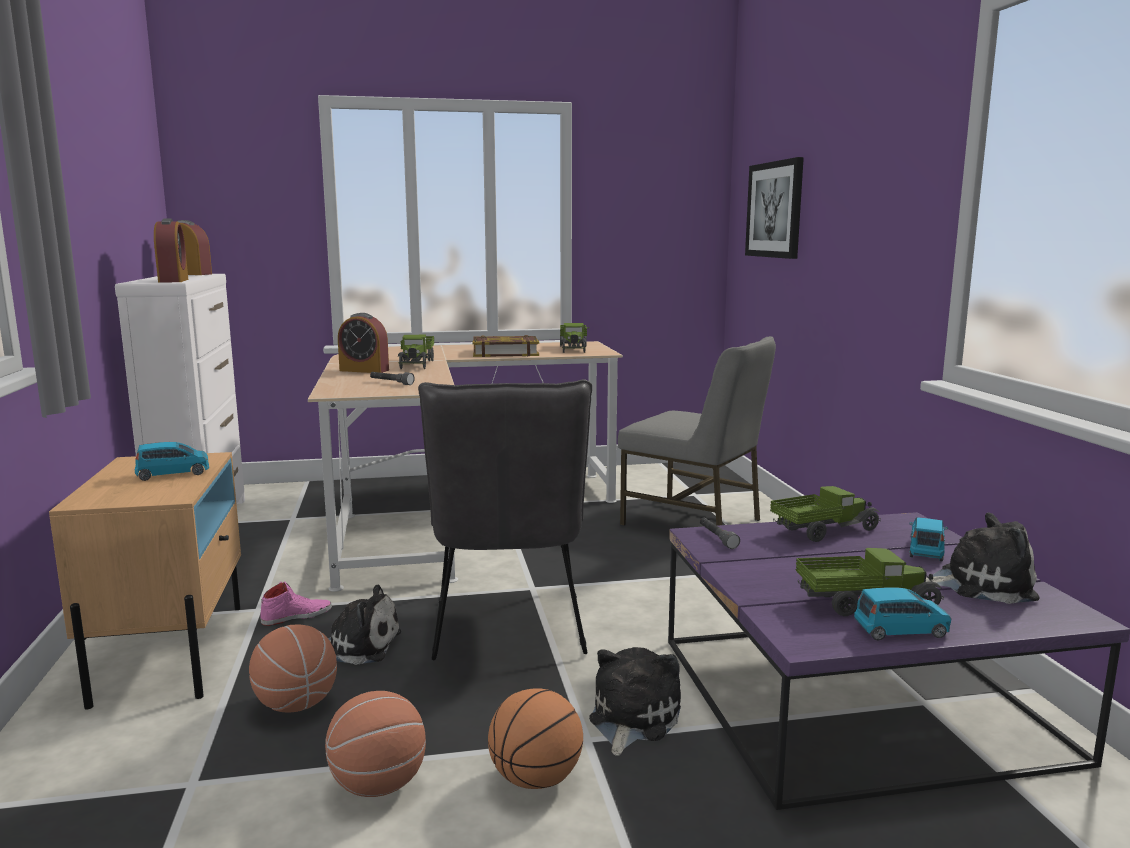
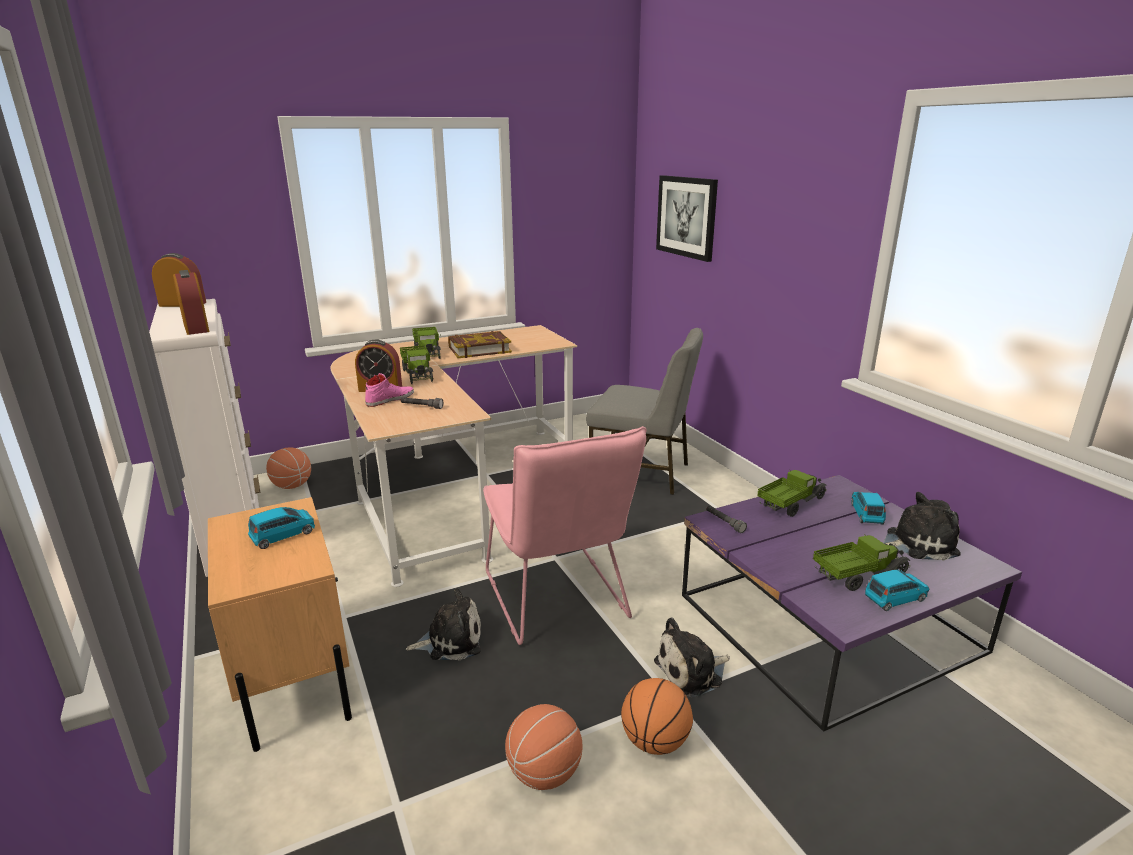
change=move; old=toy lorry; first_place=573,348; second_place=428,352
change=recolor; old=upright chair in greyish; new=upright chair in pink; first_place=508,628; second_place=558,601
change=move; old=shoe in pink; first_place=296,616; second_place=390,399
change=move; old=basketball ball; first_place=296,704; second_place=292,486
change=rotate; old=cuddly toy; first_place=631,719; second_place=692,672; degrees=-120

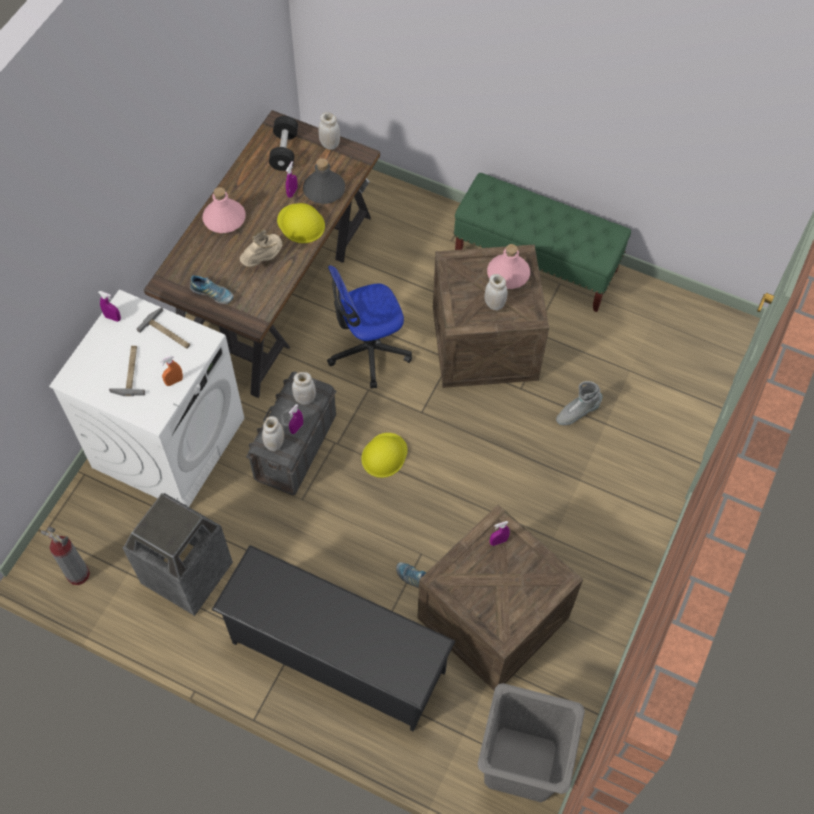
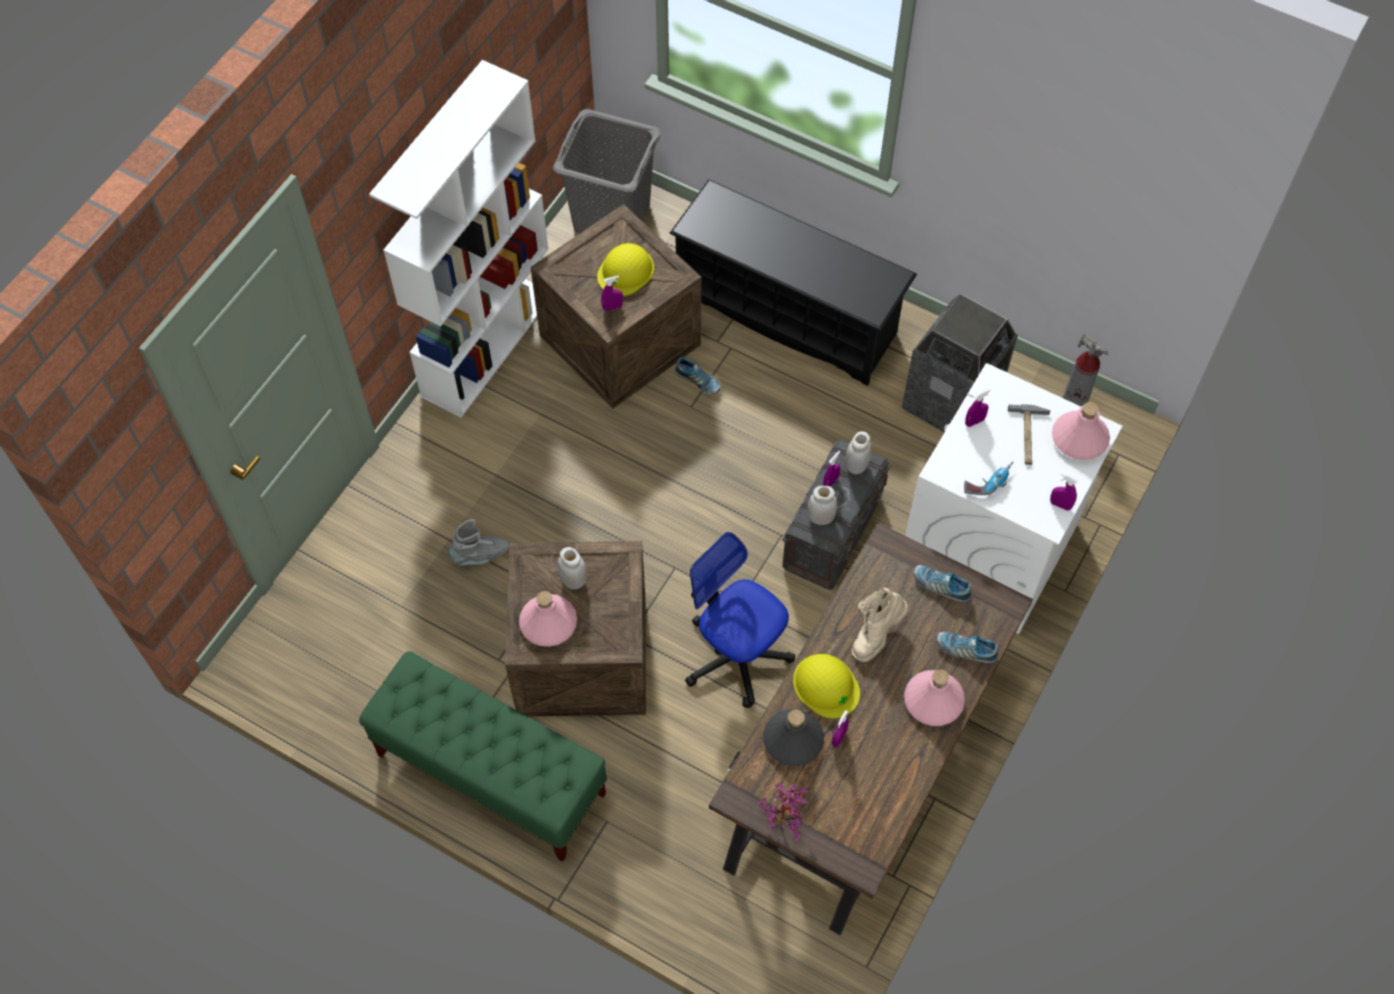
change=replace; old=jar in whitish; new=potted plant; first_place=330,144; second_place=783,820
change=delete; old=free weight in black-coloured; first_place=284,151
change=rotate; old=computer chair; first_place=368,351; second_place=737,655; degrees=-120
change=replace; old=tool hammer; new=power drill; first_place=168,333; second_place=988,481
change=recolor; old=hand sprayer in orange; new=hand sprayer in purple; first_place=174,381; second_place=974,421
change=move; old=hard hat in yellow-coloured; first_place=384,455; second_place=626,271
change=insert; new=shelving unit in whitish; second_place=488,344
change=insert; new=beverage bottle in pink; second_place=1079,438
change=insert; new=shoe; second_place=965,649

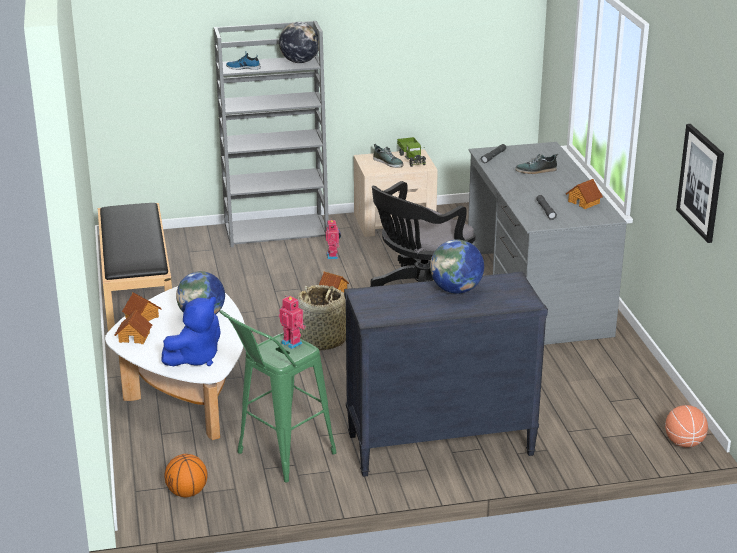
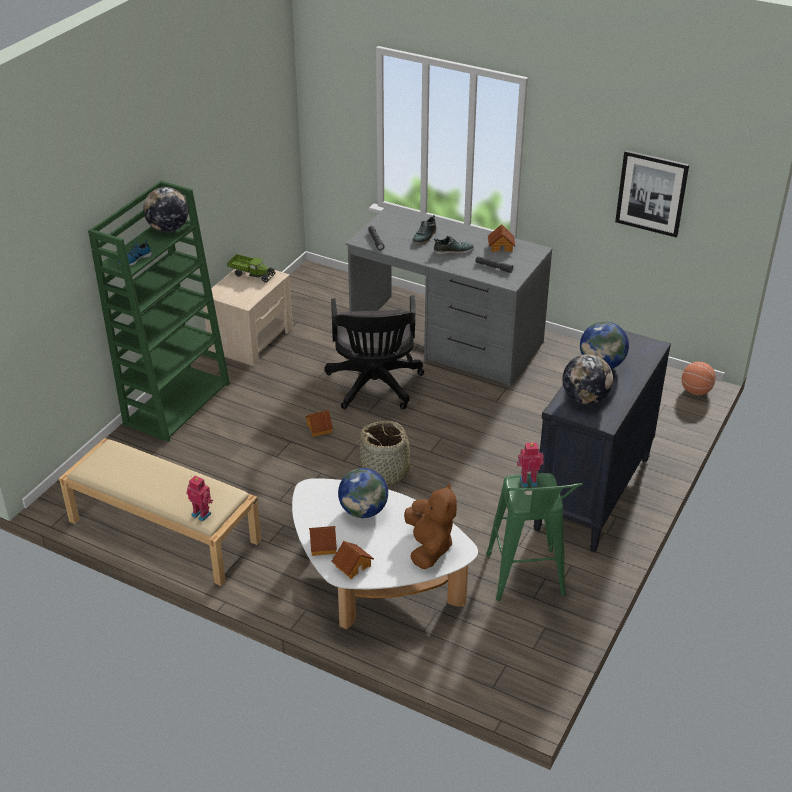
change=recolor; old=shelving unit in greyish; new=shelving unit in green; first_place=277,230; second_place=177,403
change=move; old=shoe; first_place=388,162; second_place=453,250
change=recolor; old=indoor bench in black-coloured; new=indoor bench in sand-coloured; first_place=136,287; second_place=162,531
change=move; old=model robot; first_place=333,256; second_place=202,514
change=recolor; old=cuddly toy in blue; new=cuddly toy in brown-coloured; first_place=195,358; second_place=429,547
change=delete; old=basketball ball; first_place=187,492
change=insert; new=globe; second_place=585,398

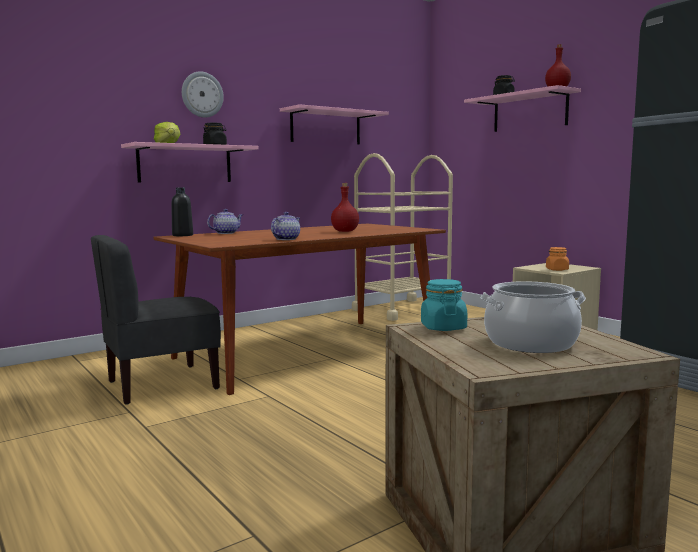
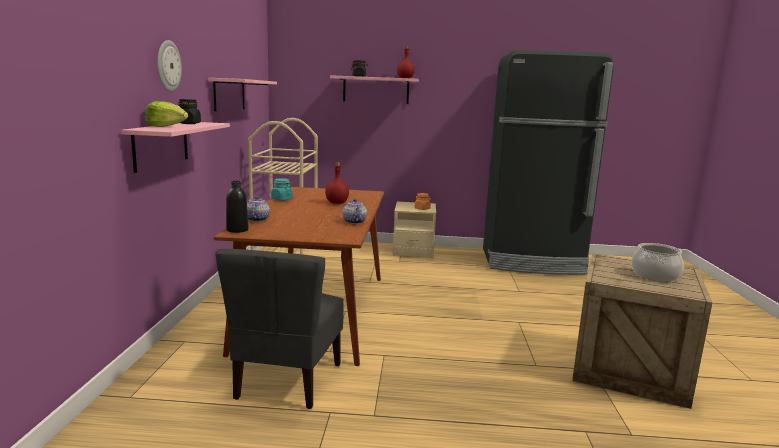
change=move; old=jar in turquoise-coloured; first_place=443,327; second_place=281,199

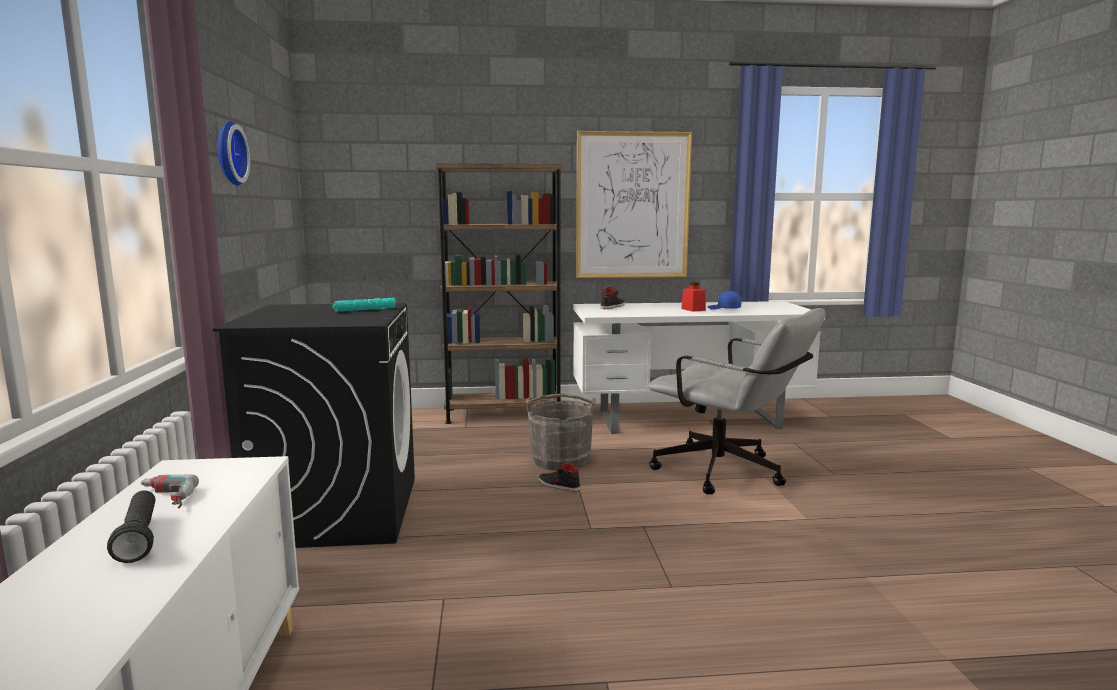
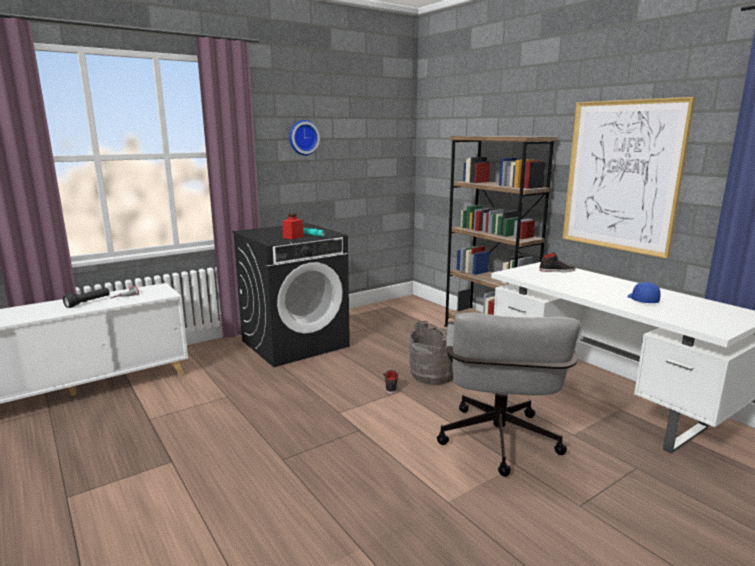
change=move; old=jar in red; first_place=693,309; second_place=293,237

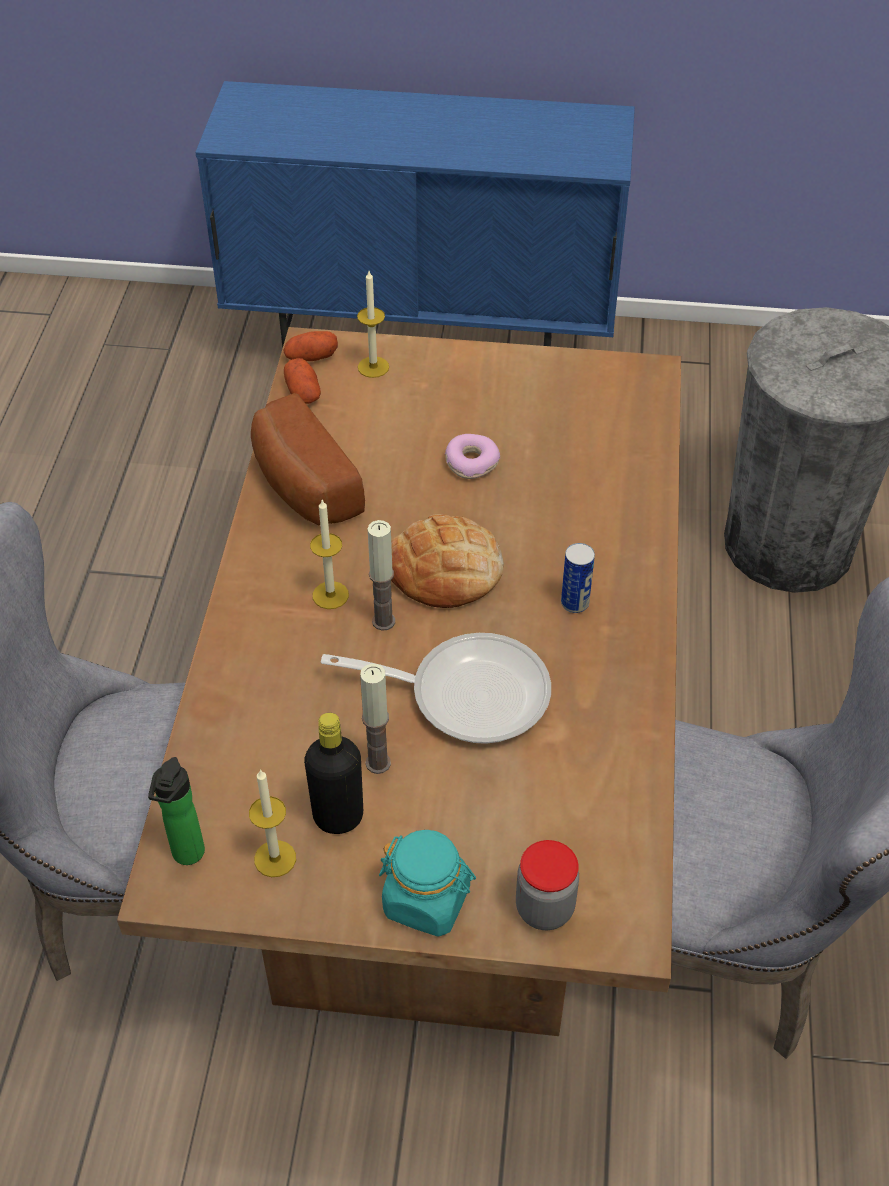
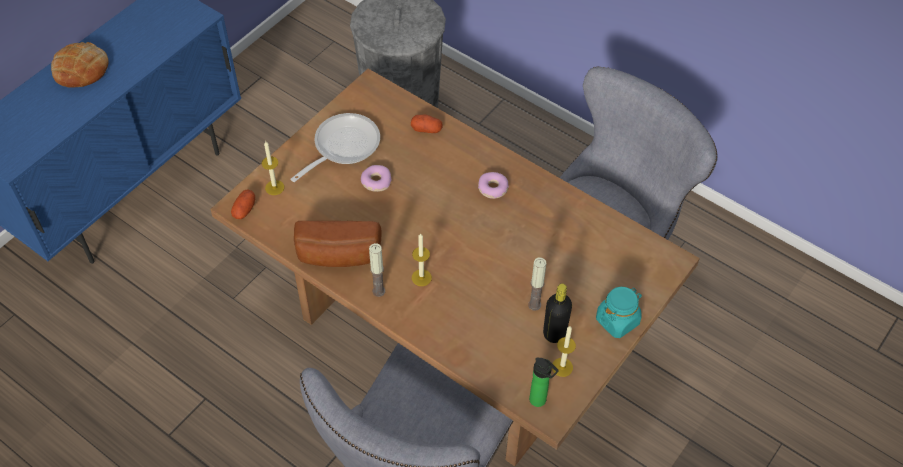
change=move; old=spud; first_place=303,392; second_place=426,129
change=move; old=bread; first_place=445,569; second_place=81,69
change=move; old=candle; first_place=383,621; second_place=379,291
change=replace; old=can; new=donut; first_place=575,603; second_place=493,189
change=move; old=pan; first_place=467,693; second_place=342,147
change=delete; old=jar; first_place=544,908

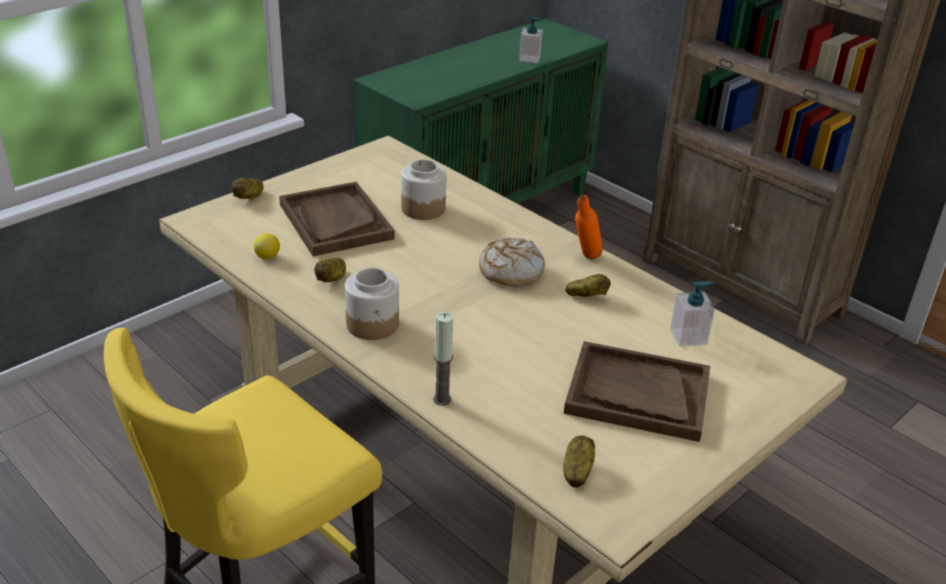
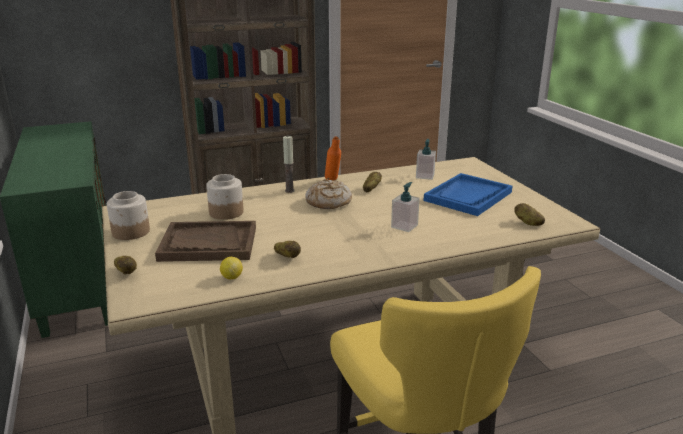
change=move; old=liquid soap bottle; first_place=530,59; second_place=404,226
change=move; old=jar; first_place=373,325; second_place=131,232
change=move; old=candle; first_place=442,399; second_place=289,190
change=recolor; old=serving tray in brown-coloured; new=serving tray in blue; first_place=637,394; second_place=468,196

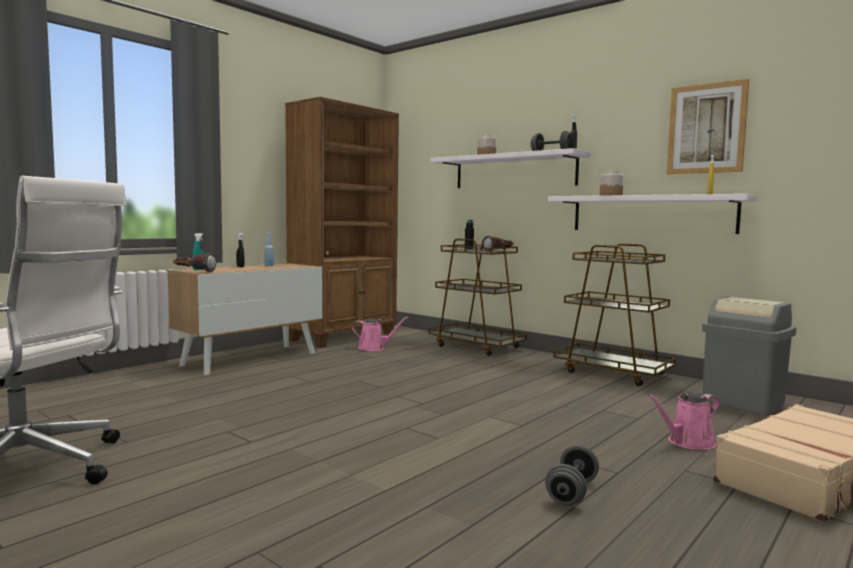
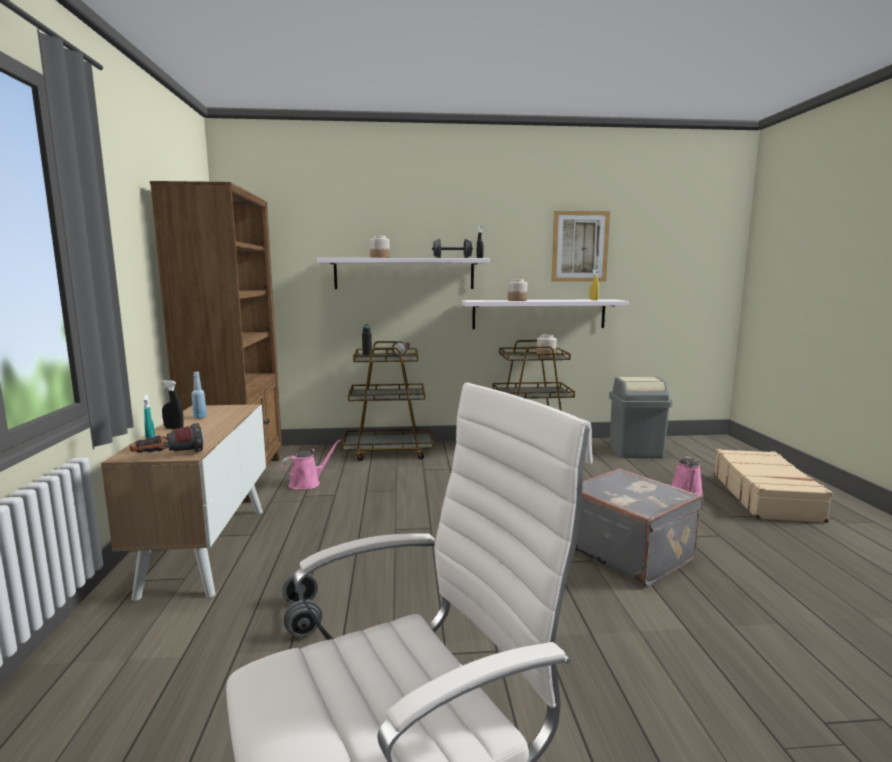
change=move; old=free weight in greyish; first_place=572,492; second_place=302,618
change=insert; new=jar; second_place=546,356
change=insert; new=travel case in greyish; second_place=630,552

